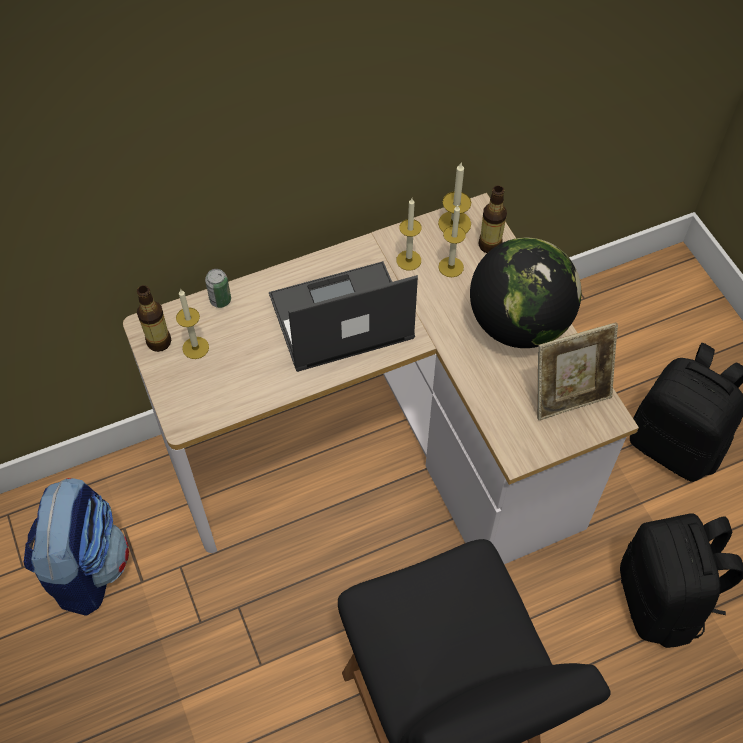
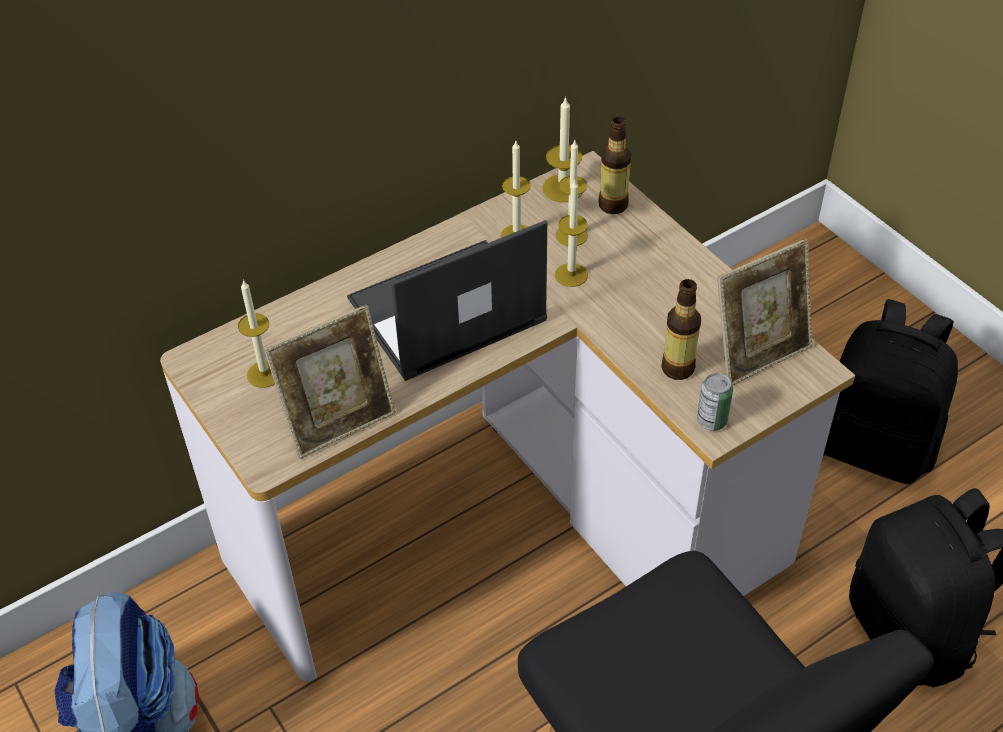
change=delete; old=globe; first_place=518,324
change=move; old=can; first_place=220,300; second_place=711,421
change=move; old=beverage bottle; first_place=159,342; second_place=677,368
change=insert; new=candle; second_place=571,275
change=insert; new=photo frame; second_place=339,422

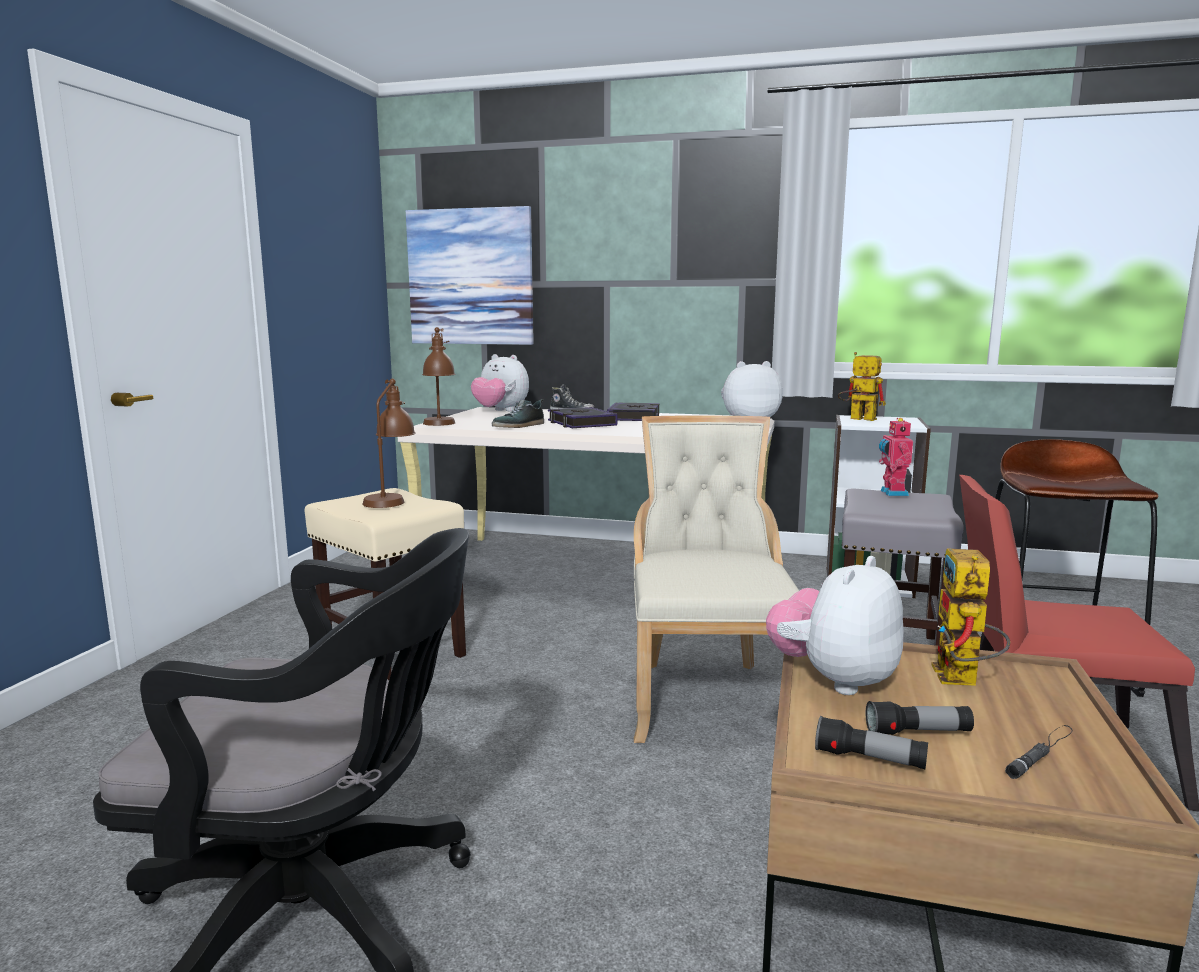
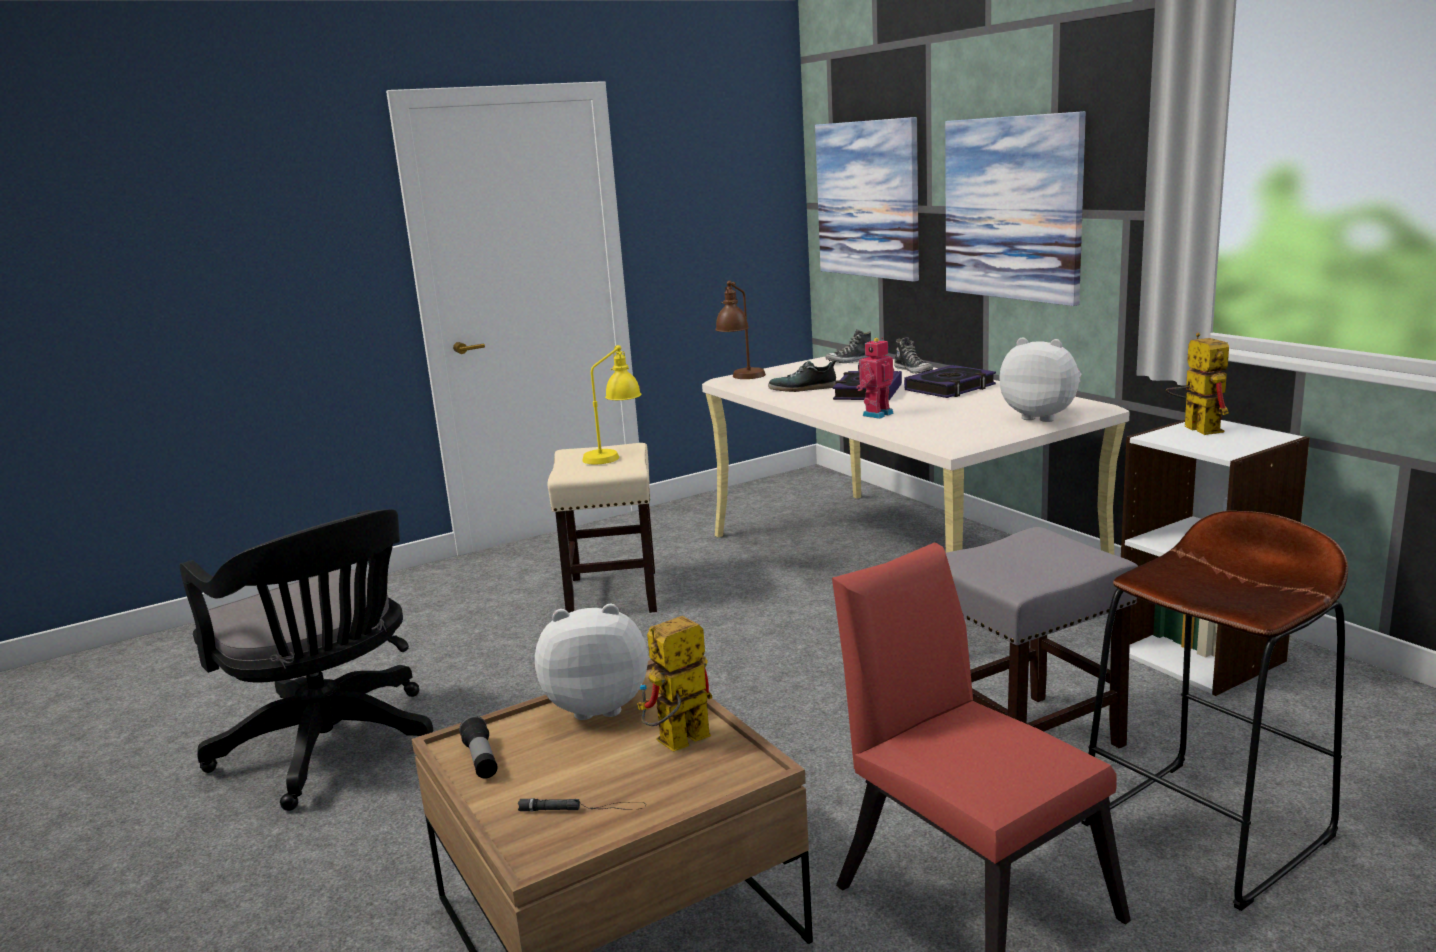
change=replace; old=cuddly toy; new=shoe; first_place=500,411; second_place=850,361
change=recolor; old=tabletop lamp in brown-coloured; new=tabletop lamp in yellow-coloured; first_place=391,498; second_place=614,455
change=delete; old=upright chair in sand-coloured; first_place=707,697
change=move; old=model robot; first_place=892,493; second_place=876,414
change=delete; old=hand torch; first_place=918,733
change=insert; new=picture; second_place=1012,208

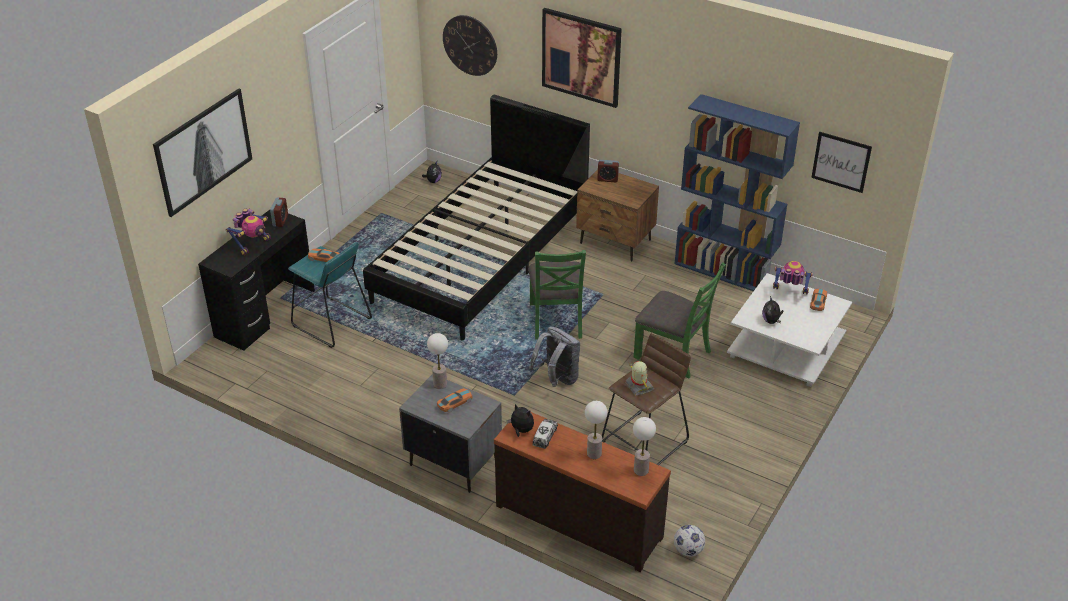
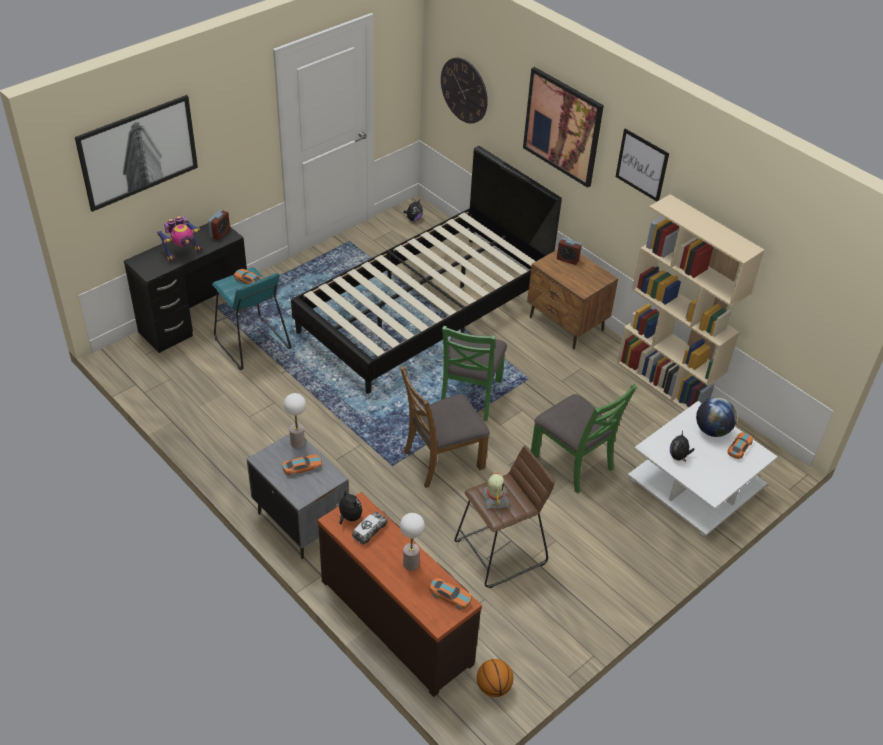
change=recolor; old=shelving unit in blue; new=shelving unit in sand-coloured; first_place=725,272; second_place=666,384
change=move; old=picture; first_place=841,162; second_place=642,165
change=replace; old=model robot; new=globe; first_place=789,293; second_place=712,430
change=replace; old=knapsack in greyish; new=upright chair in brown-coloured; first_place=557,379; second_place=442,459
change=replace; old=tabletop lamp; new=toy car; first_place=641,470; second_place=450,596
change=replace; old=football; new=basketball ball; first_place=688,550; second_place=493,687

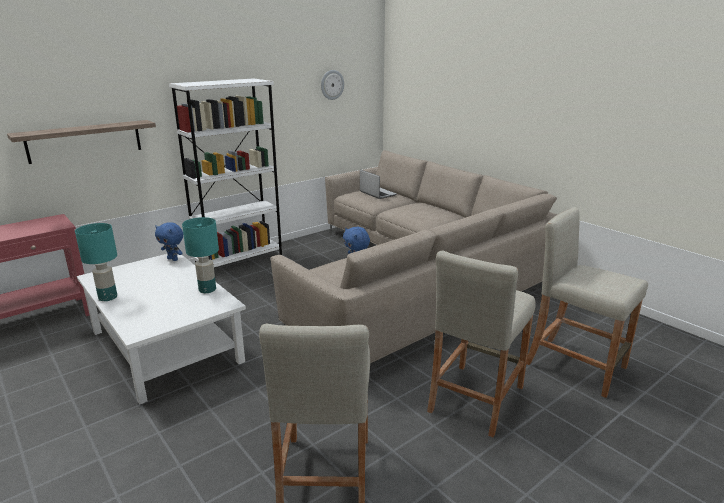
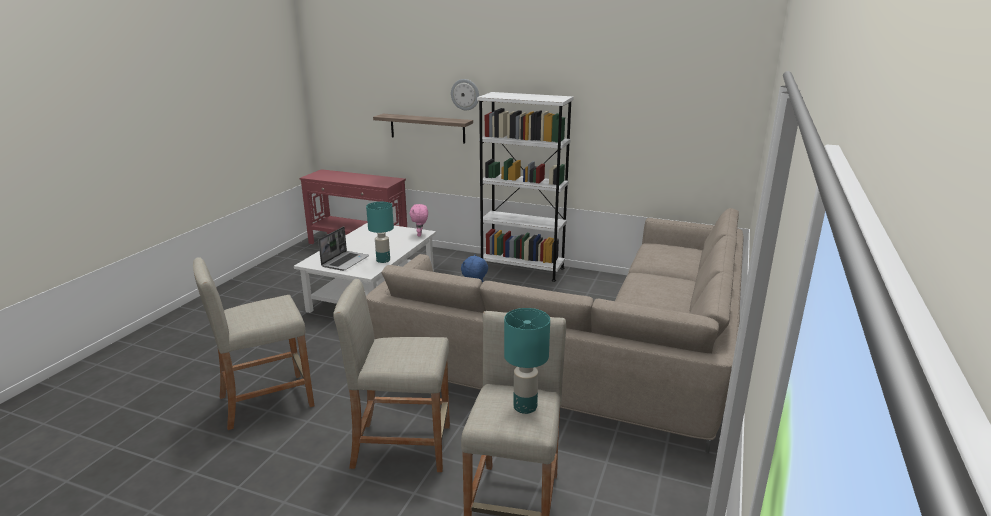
change=move; old=clock on the wall; first_place=332,85; second_place=465,94
change=move; old=laptop; first_place=377,193; second_place=345,261
change=recolor; old=cuddly toy in blue; new=cuddly toy in pink; first_place=173,259; second_place=420,235
change=move; old=tabletop lamp in turquoise-coloured; first_place=107,297; second_place=525,406

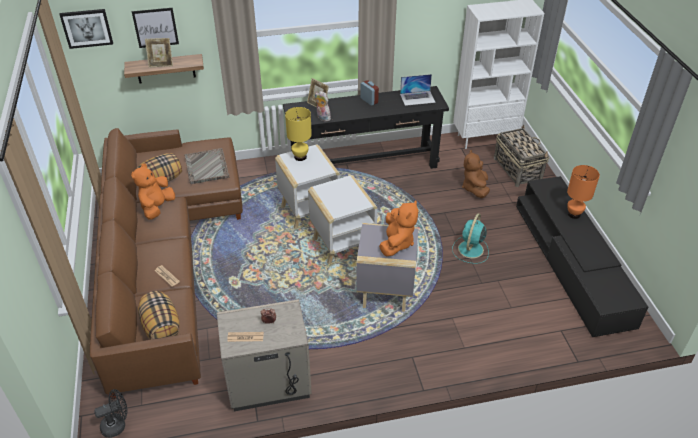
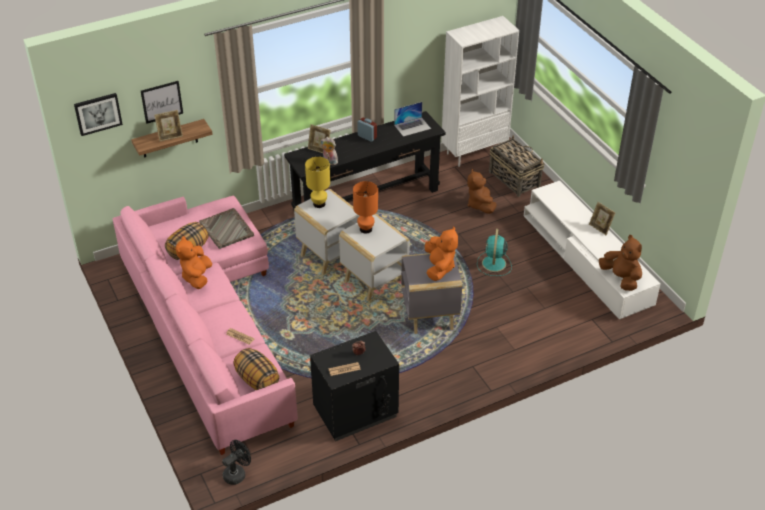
change=recolor; old=settee in brown-coloured; new=settee in pink; first_place=165,256; second_place=208,323
change=move; old=tabletop lamp in orange; first_place=574,214; second_place=366,229
change=recolor; old=media console in black-coloured; new=media console in whitish; first_place=571,263; second_place=586,259
change=recolor; old=night table in sand-coloured; new=night table in black-coloured; first_place=268,383; second_place=356,413
change=insert; new=photo frame; second_place=600,228
change=insert; new=cuddly toy in brown-coloured; second_place=621,278

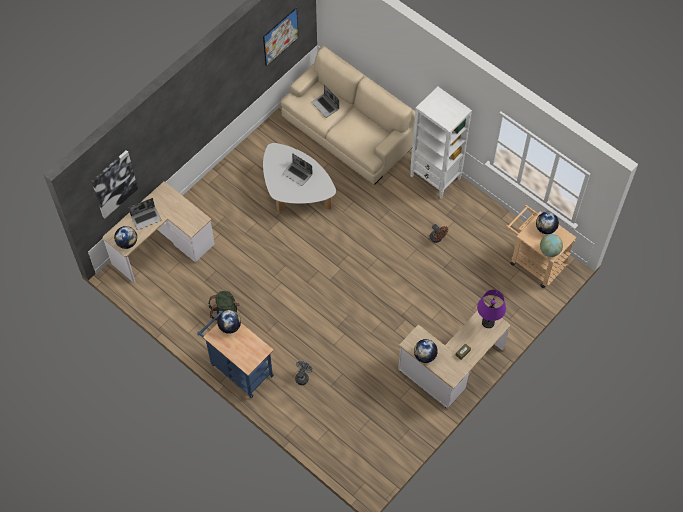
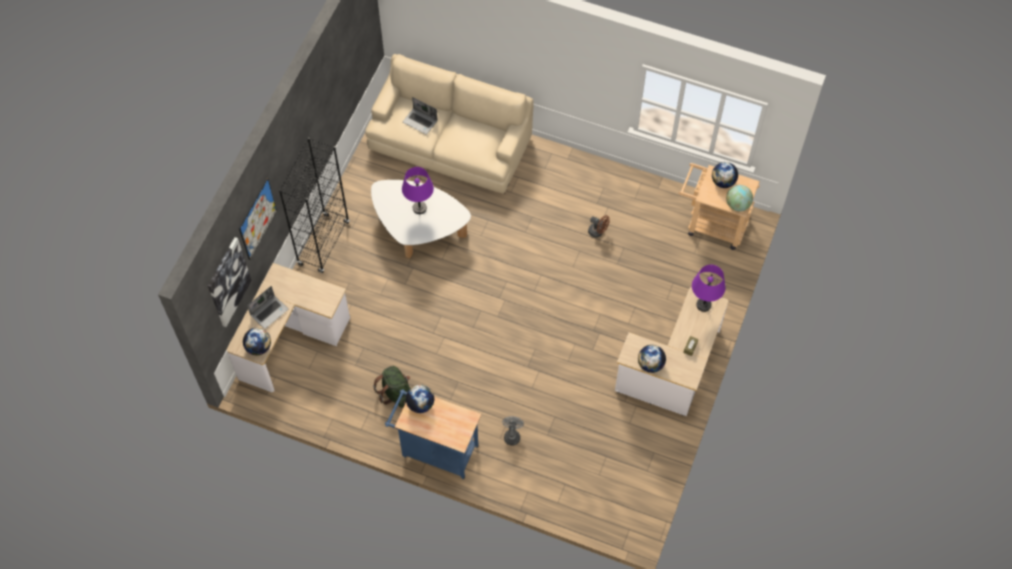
change=move; old=picture; first_place=280,36; second_place=257,219
change=delete; old=shelving unit in whitish; first_place=435,178
change=replace; old=laptop; new=tabletop lamp in purple; first_place=298,174; second_place=419,208
change=insert; new=shelving unit in black-coloured; second_place=323,243

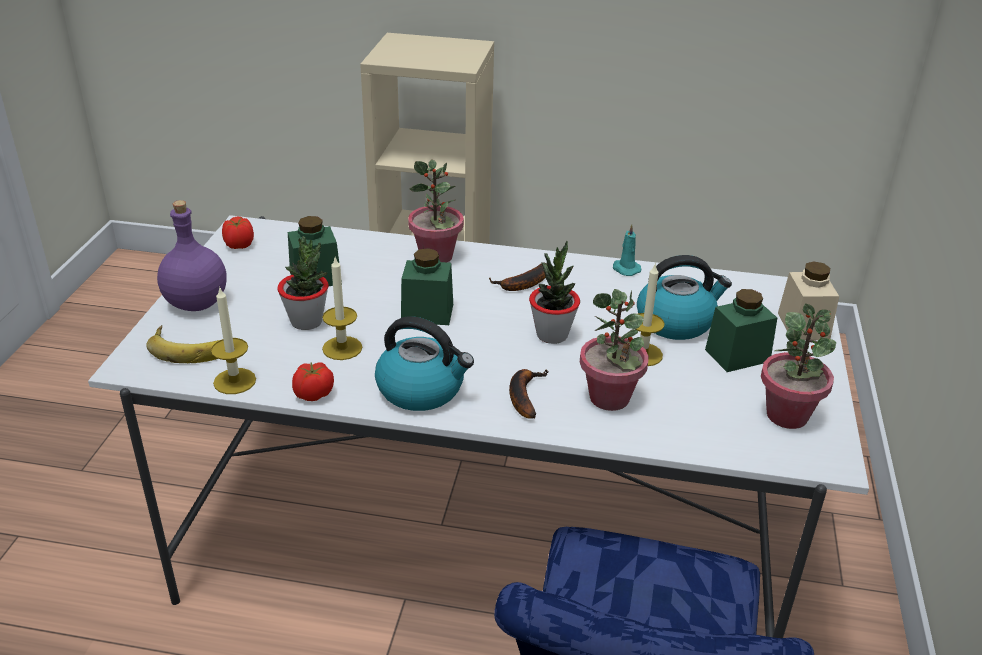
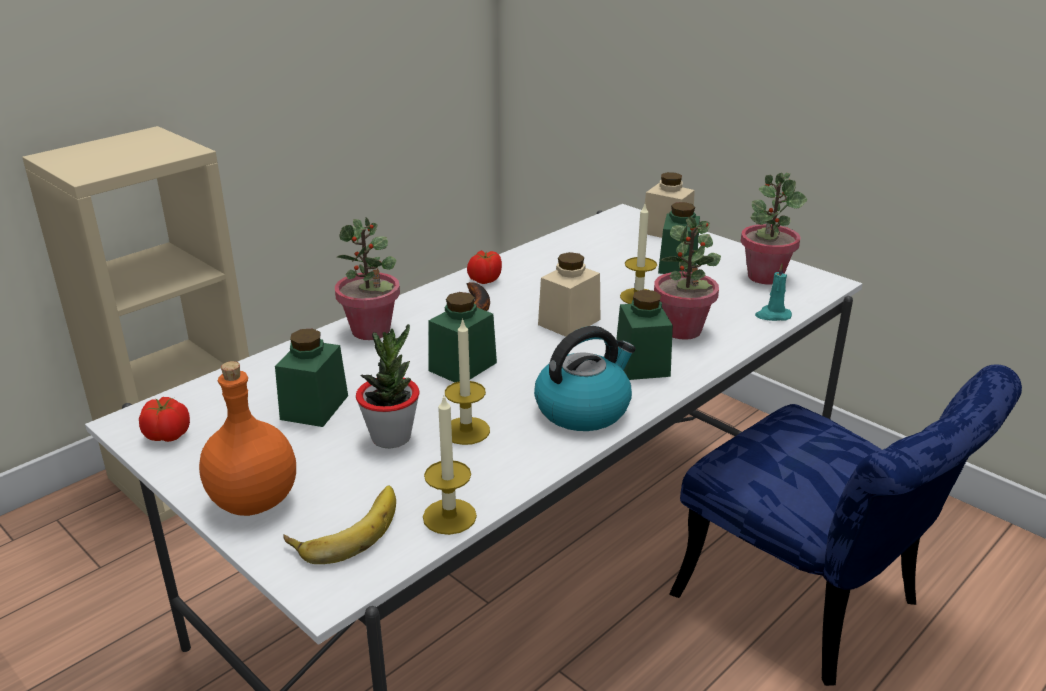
change=recolor; old=beverage bottle in purple; new=beverage bottle in orange; first_place=197,303; second_place=254,500
change=move; old=candle in turquoise-coloured; first_place=625,269; second_place=772,315
change=replace; old=potted plant; new=jar in sand-coloured; first_place=552,335; second_place=569,322
change=delete; old=tea kettle; first_place=676,322
change=move; old=tomato; first_place=313,394; second_place=484,280
change=replace; old=banana fruit; new=jar in green; first_place=523,395; second_place=642,364

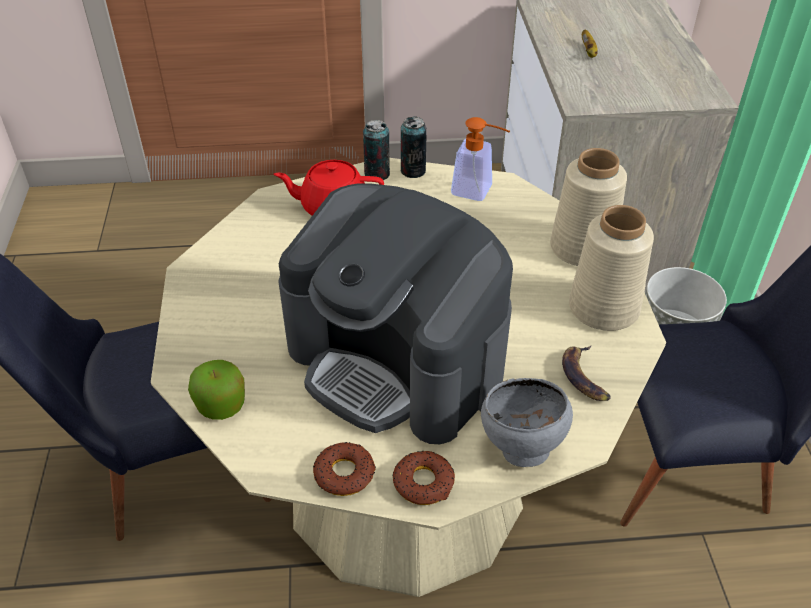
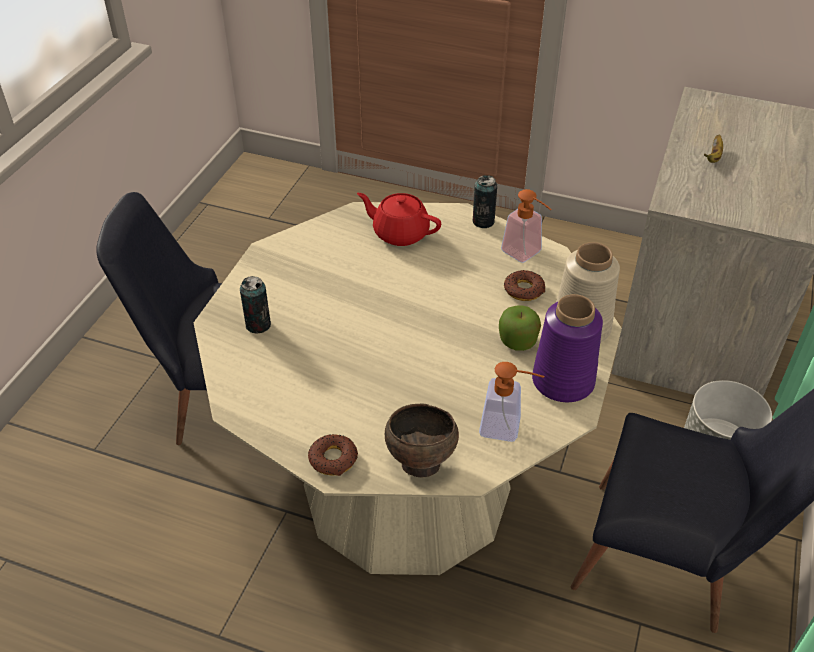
change=move; old=can; first_place=377,174; second_place=258,325
change=delete; old=coffee maker; first_place=397,361
change=recolor; old=decorative vase in sand-coloured; new=decorative vase in purple; first_place=603,309; second_place=562,382
change=replace; old=banana fruit; new=liquid soap bottle; first_place=584,376; second_place=508,428
change=move; old=apple fruit; first_place=221,405; second_place=518,341
change=recolor; old=bowl in greyish; new=bowl in brown-coloured; first_place=520,449; second_place=419,462
change=move; old=donut; first_place=344,473; second_place=524,290

